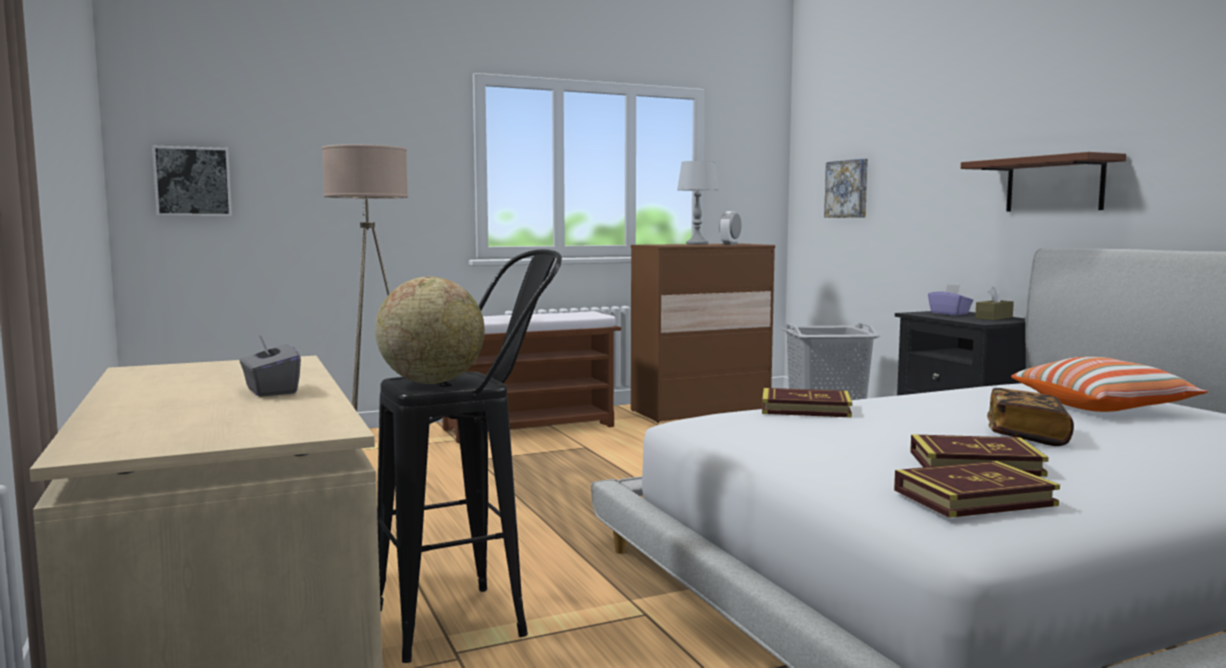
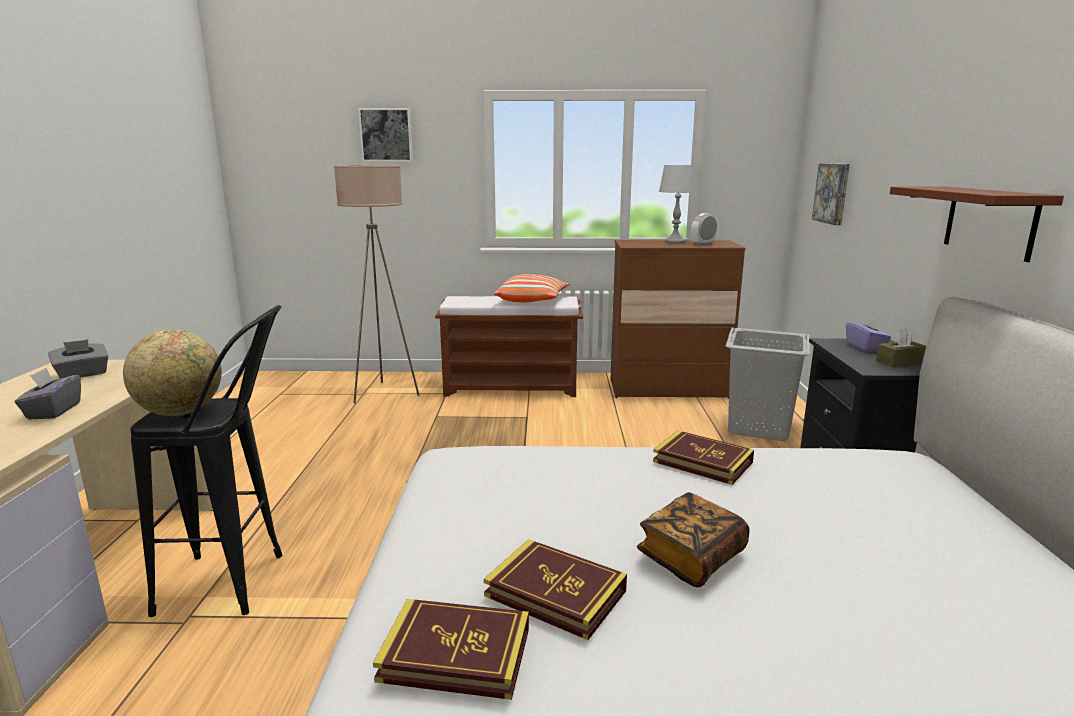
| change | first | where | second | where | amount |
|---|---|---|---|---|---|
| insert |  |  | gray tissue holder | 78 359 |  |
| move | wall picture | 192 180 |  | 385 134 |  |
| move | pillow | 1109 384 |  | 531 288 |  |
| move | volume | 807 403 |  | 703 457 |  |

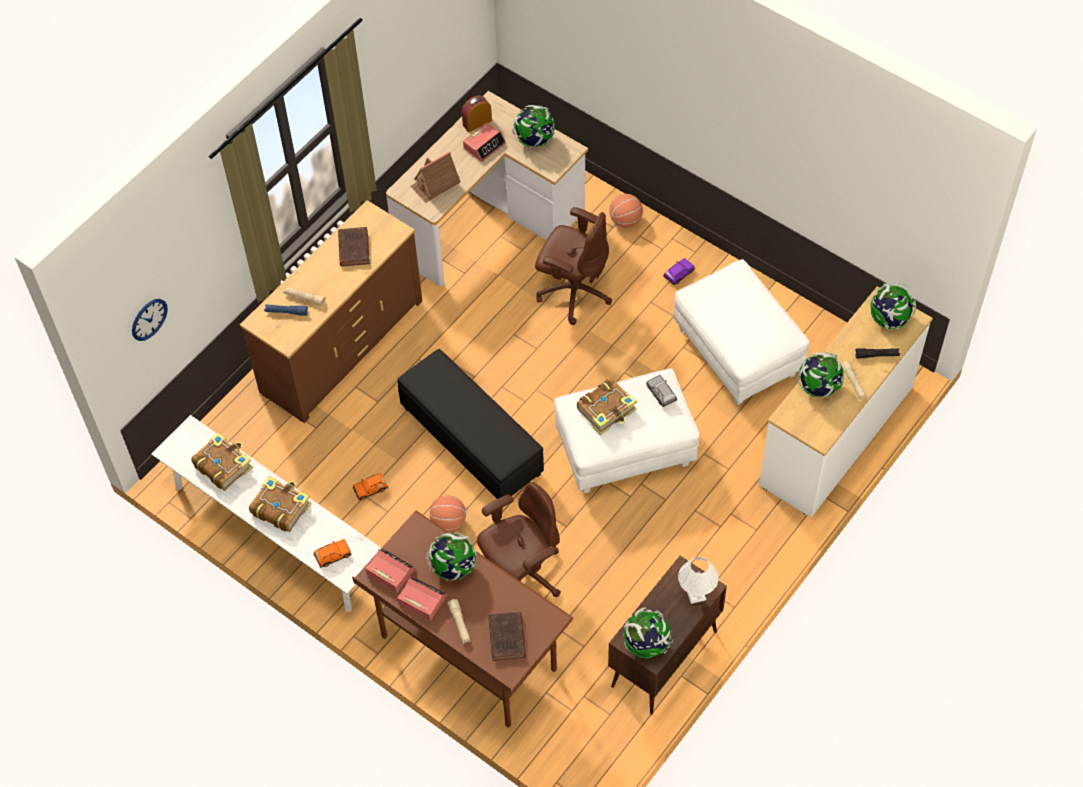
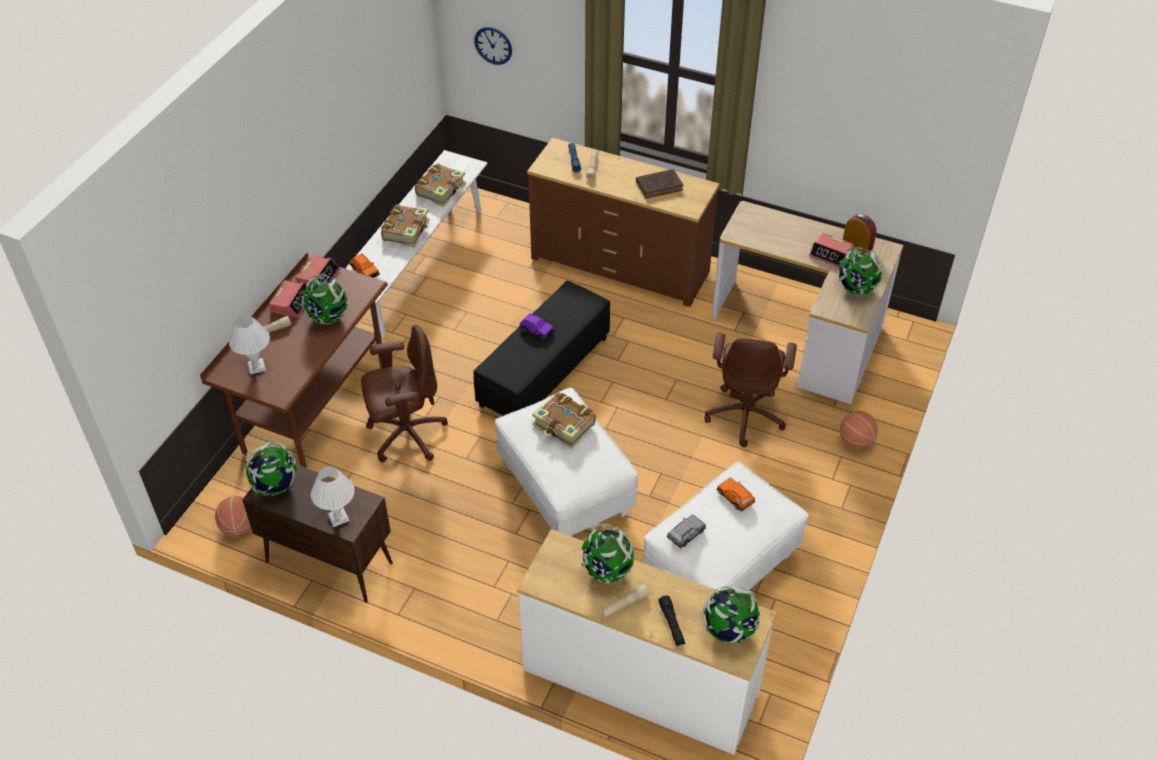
| change | first | where | second | where | amount |
|---|---|---|---|---|---|
| move | ball for basketball | 447 514 |  | 233 516 |  |
| replace | brownish volume | 507 636 | white table lamp | 249 344 |  |
| rotate | brownish computer chair | 519 539 |  | 404 394 | 60 degrees counterclockwise |
| move | purplish miniature car | 679 272 |  | 536 326 |  |
| move | gray miniature car | 661 391 |  | 686 531 |  |
| move | orangey miniature car | 370 486 |  | 736 494 |  |
| delete | miniature house | 435 177 |  |  |  |

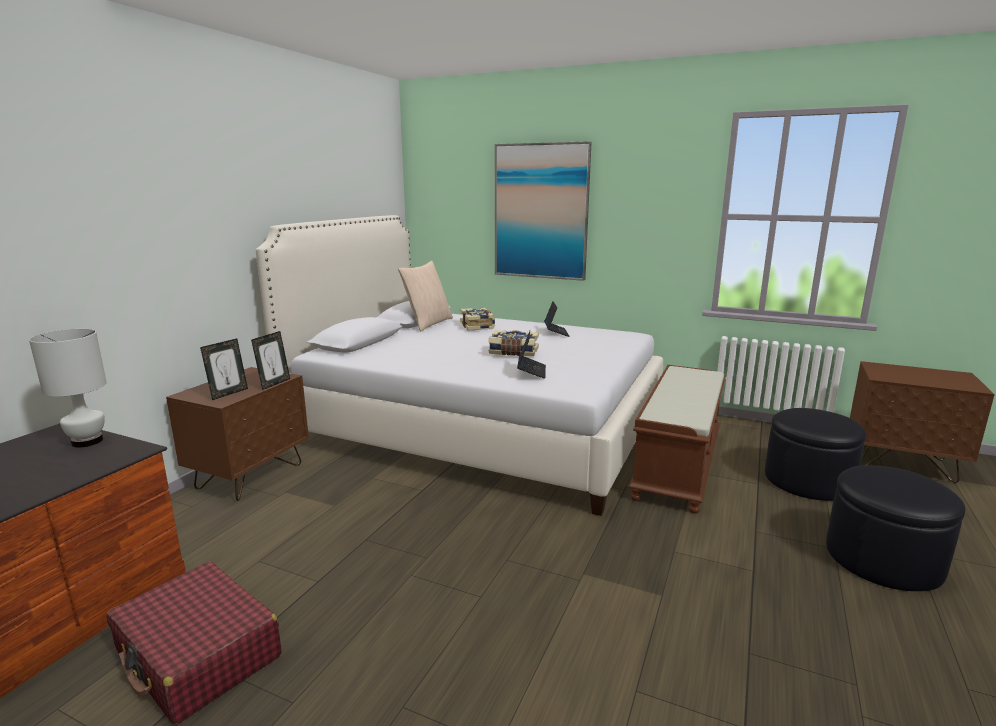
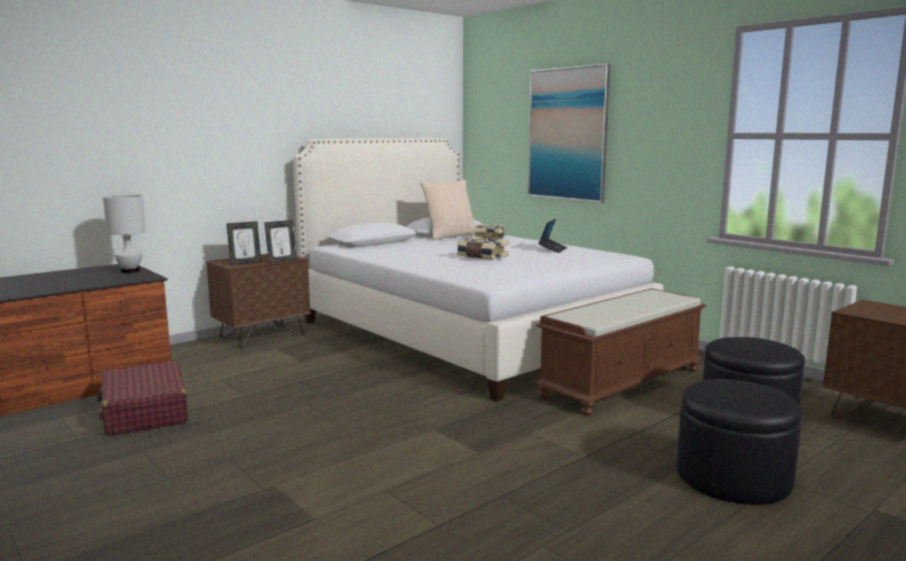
| change | first | where | second | where | amount |
|---|---|---|---|---|---|
| delete | portable computer | 531 355 |  |  |  |

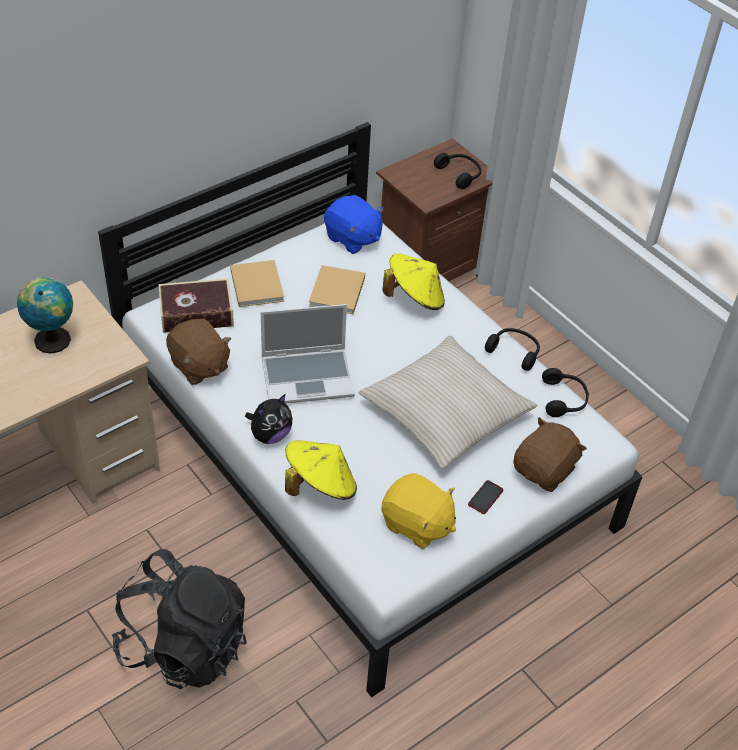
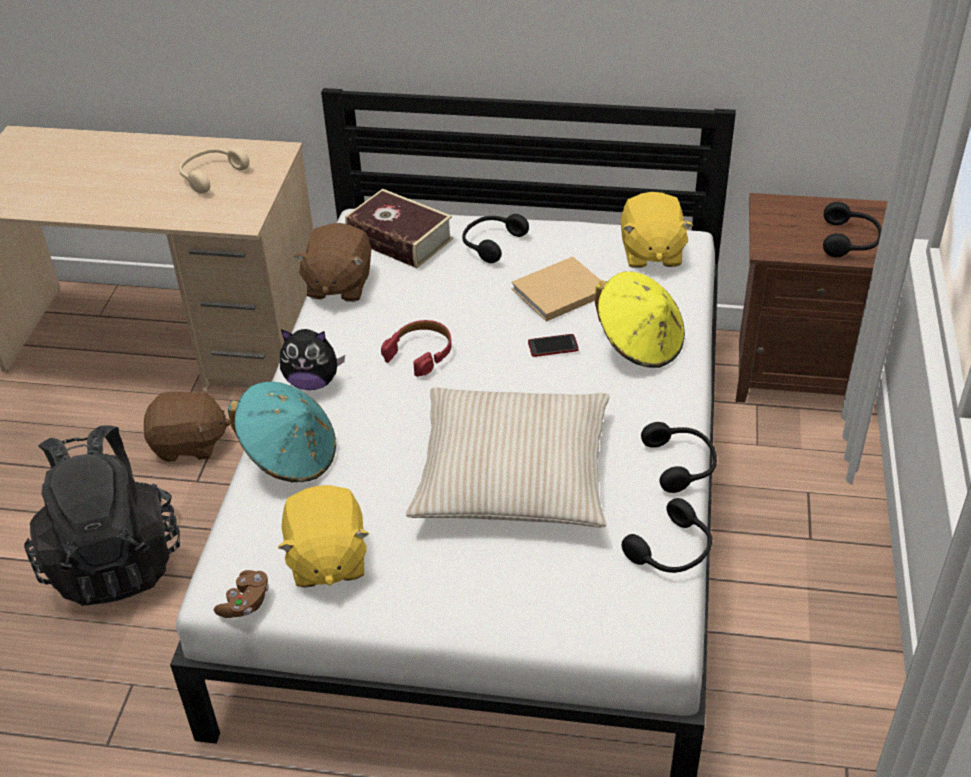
| change | first | where | second | where | amount |
|---|---|---|---|---|---|
| move | brownish plush toy | 550 454 |  | 187 424 |  |
| replace | desk globe | 45 315 | beige-coloured headset | 214 170 |  |
| insert |  |  | brownish joypad | 241 594 |  |
| recolor | yellow-coloured wearable hat | 321 470 | turquoise wearable hat | 282 432 |  |
| replace | portable computer | 308 353 | red-coloured headset | 416 348 |  |
| replace | beige-coloured volume | 257 283 | blackish headset | 495 238 |  |
| move | telephone | 485 497 |  | 553 345 |  |
| recolor | blue-coloured plush toy | 354 224 | yellow-coloured plush toy | 657 230 |  |

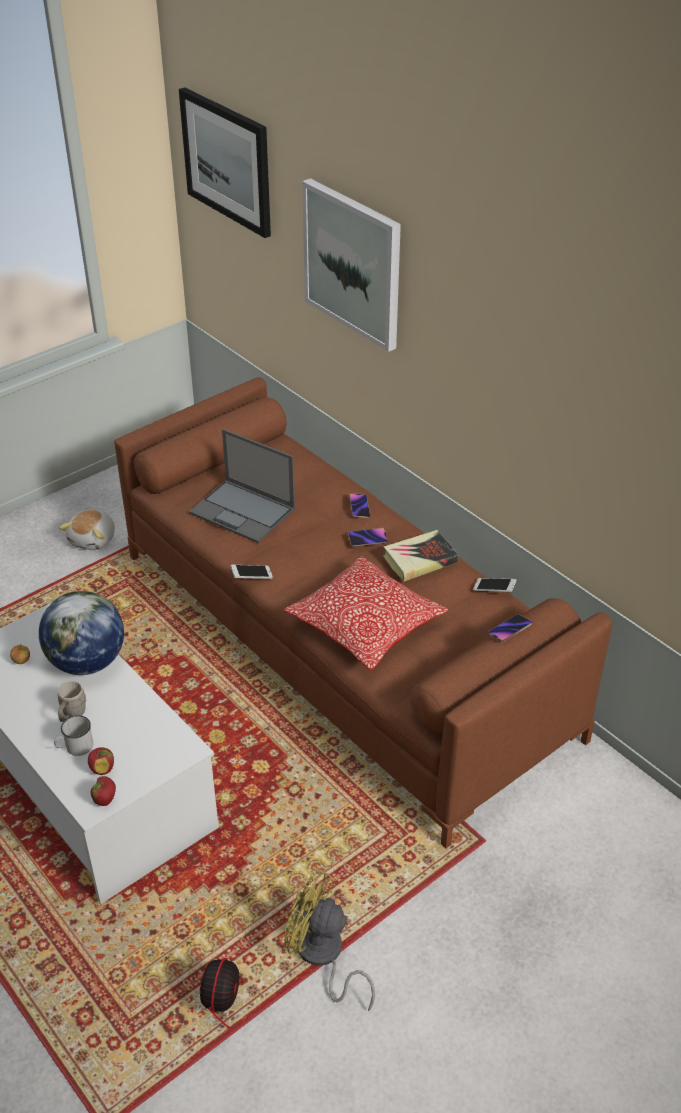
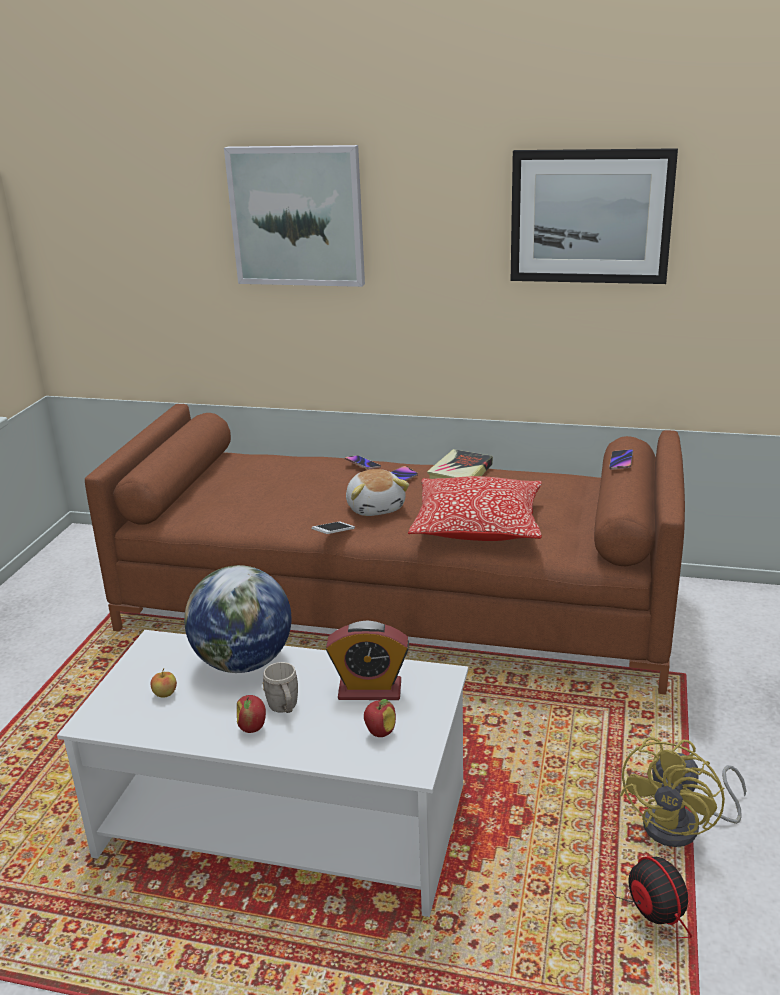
| change | first | where | second | where | amount |
|---|---|---|---|---|---|
| move | apple fruit | 103 791 |  | 251 714 |  |
| insert |  |  | bedside clock | 367 660 |  |
| move | plush toy | 87 530 |  | 377 492 |  |
| move | wall picture | 225 162 |  | 594 216 |  |
| rotate | yellow-coloured electric fan | 329 939 |  | 683 792 | 45 degrees counterclockwise |
| delete | white tea mug | 73 735 |  |  |  |
| delete | portable computer | 242 486 |  |  |  |
| delete | telephone | 495 585 |  |  |  |

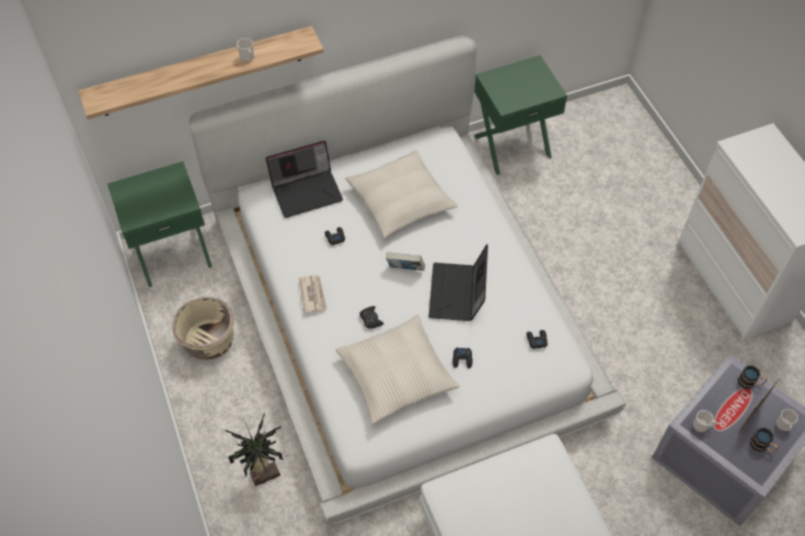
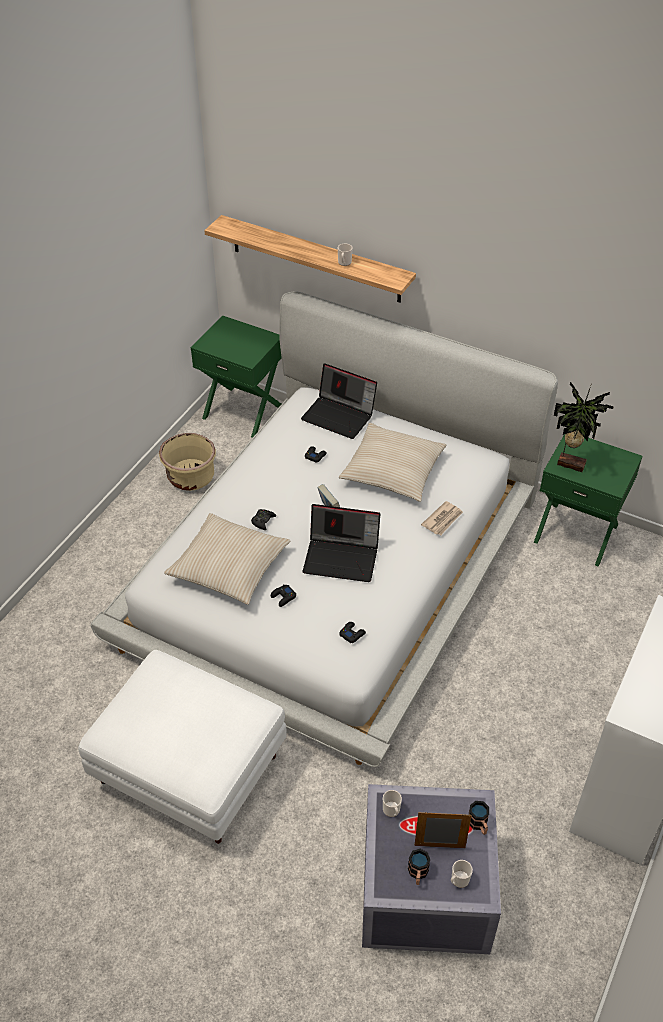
| change | first | where | second | where | amount |
|---|---|---|---|---|---|
| rotate | portable computer | 458 282 |  | 341 543 | 135 degrees counterclockwise |
| move | daily paper | 313 294 |  | 442 518 |  |
| move | plant in a pot | 254 449 |  | 584 427 |  |

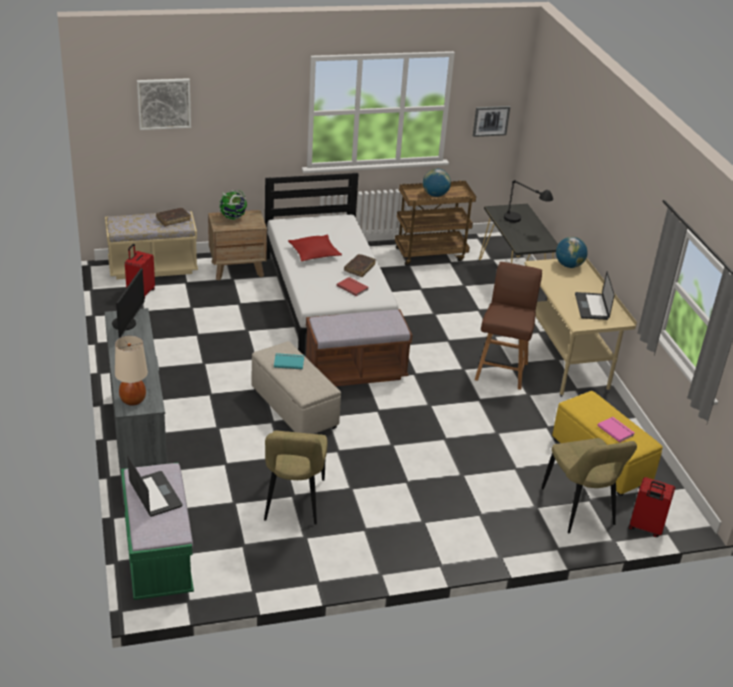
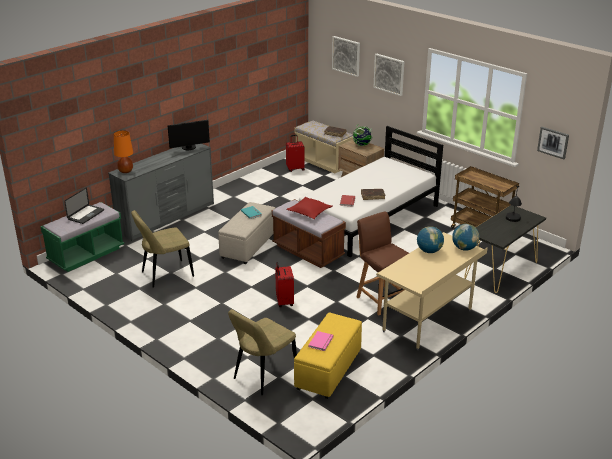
| change | first | where | second | where | amount |
|---|---|---|---|---|---|
| recolor | beige-coloured table lamp | 131 371 | orangey table lamp | 123 152 |  |
| move | red-coloured travel case | 651 507 |  | 284 284 |  |
| move | red-coloured pillow | 315 248 |  | 309 208 |  |
| rotate | brownish plain chair | 508 326 |  | 383 264 | 105 degrees counterclockwise |
| insert |  |  | wall picture | 389 75 |  |
| move | desk globe | 437 182 |  | 430 239 |  |
| delete | portable computer | 595 295 |  |  |  |

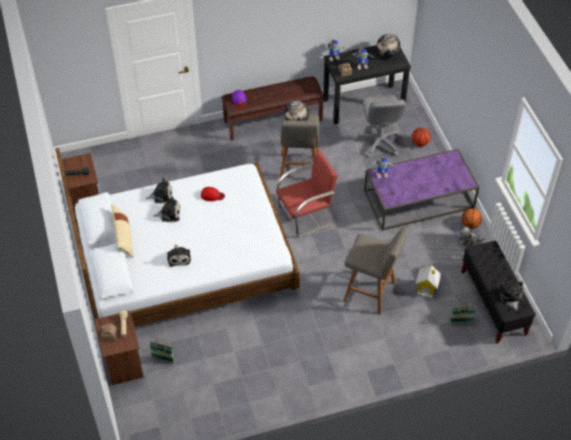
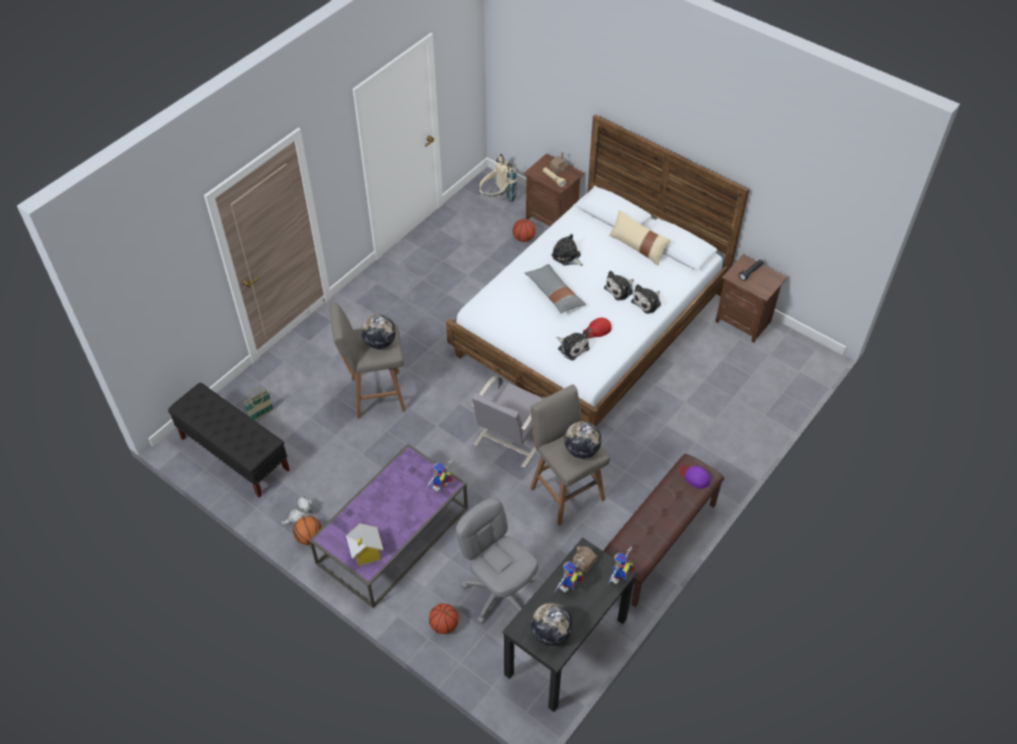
| change | first | where | second | where | amount |
|---|---|---|---|---|---|
| move | miniature house | 428 281 |  | 364 544 |  |
| insert |  |  | desk globe | 378 331 |  |
| recolor | red-coloured plain chair | 307 194 | gray plain chair | 508 421 |  |
| insert |  |  | beige-coloured rucksack | 498 178 |  |
| replace | household basket | 162 350 | ball for basketball | 524 230 |  |
| insert |  |  | gray pillow | 555 288 |  |
| move | plush toy | 511 296 |  | 573 346 |  |

